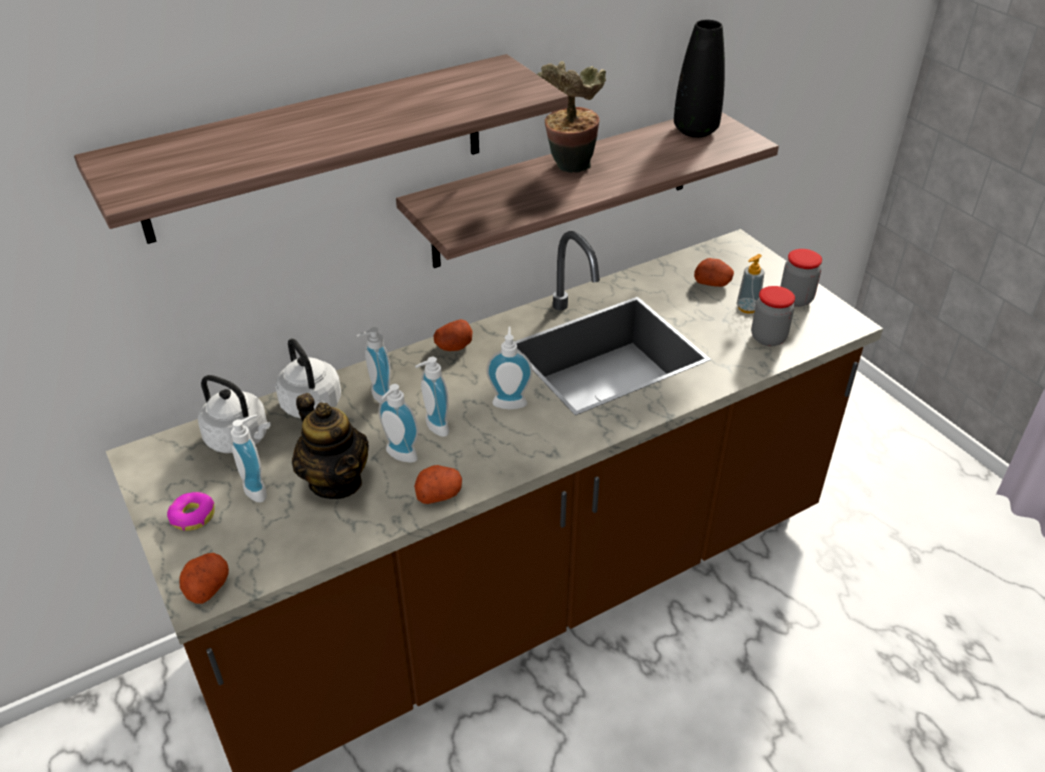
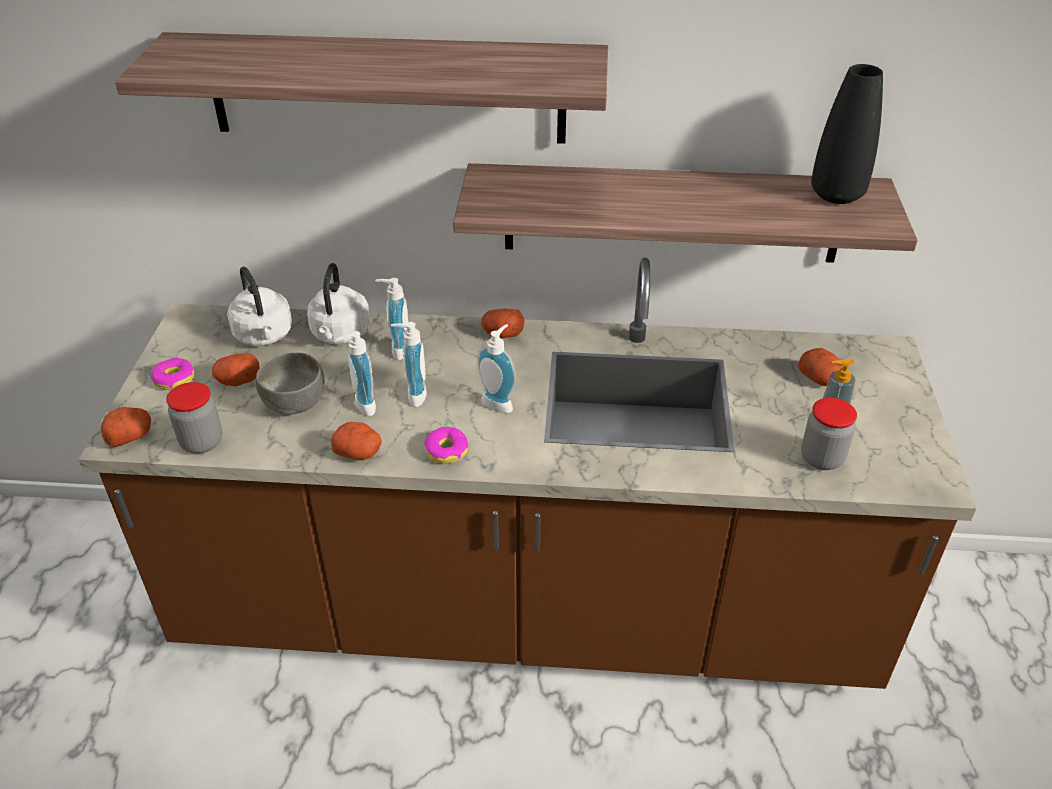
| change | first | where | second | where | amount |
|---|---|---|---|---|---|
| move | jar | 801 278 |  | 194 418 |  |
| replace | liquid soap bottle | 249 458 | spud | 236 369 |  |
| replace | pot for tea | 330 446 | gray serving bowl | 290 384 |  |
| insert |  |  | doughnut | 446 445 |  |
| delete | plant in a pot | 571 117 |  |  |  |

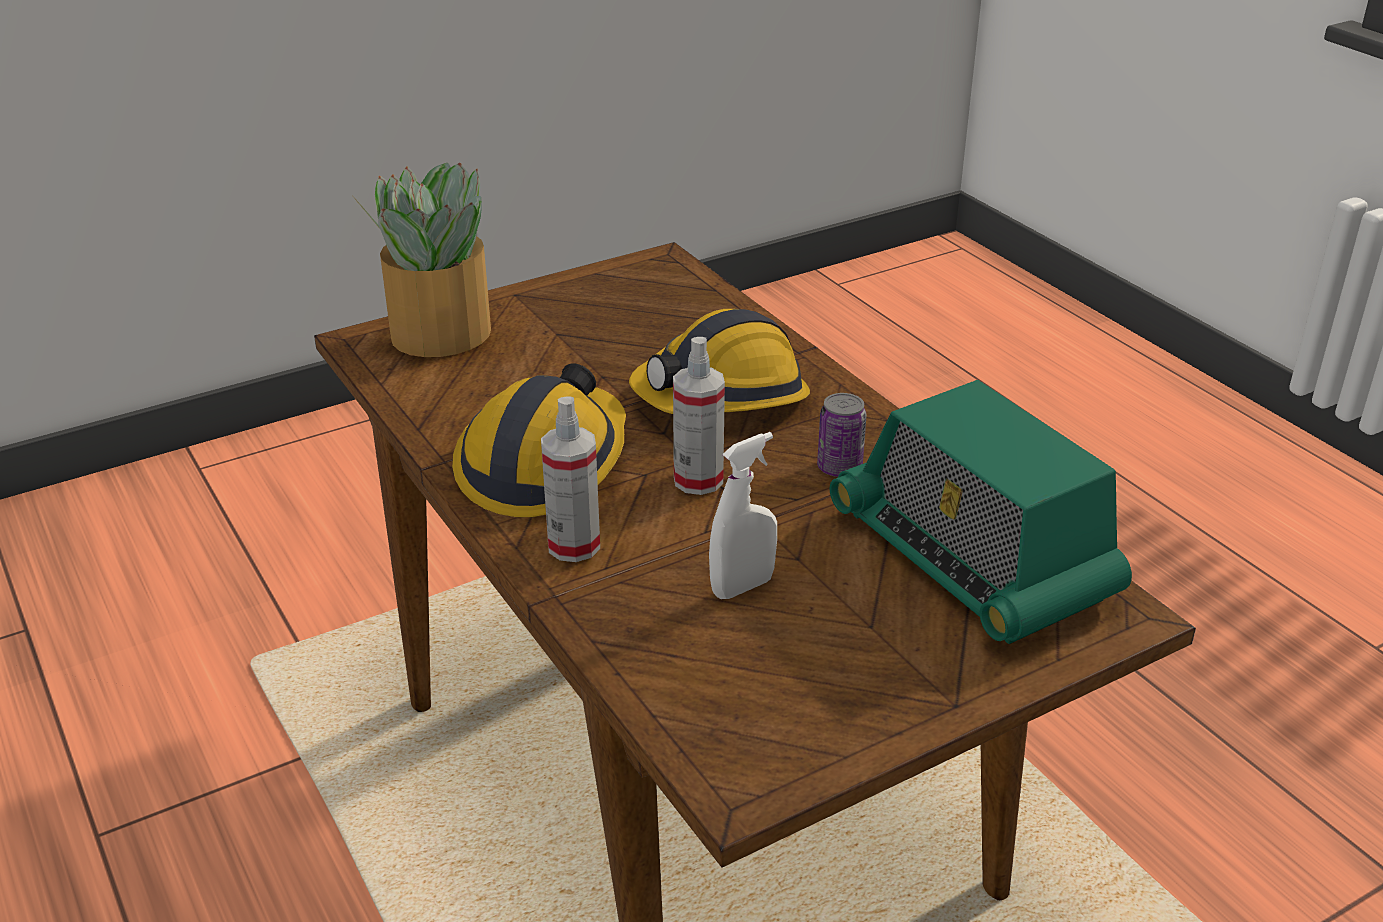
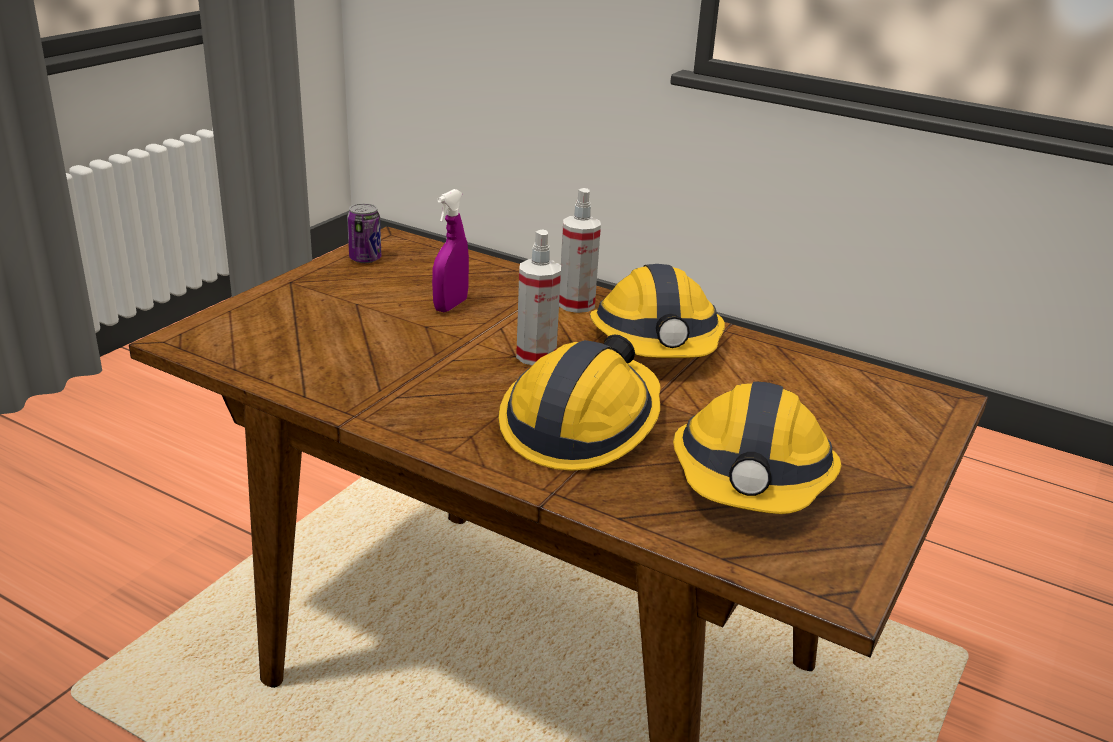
| change | first | where | second | where | amount |
|---|---|---|---|---|---|
| move | can | 842 435 |  | 364 233 |  |
| recolor | white sprayer | 743 515 | purplish sprayer | 450 250 |  |
| insert |  |  | hard hat | 757 447 |  |
| delete | plant in a pot | 422 260 |  |  |  |
| delete | radio receiver | 981 512 |  |  |  |

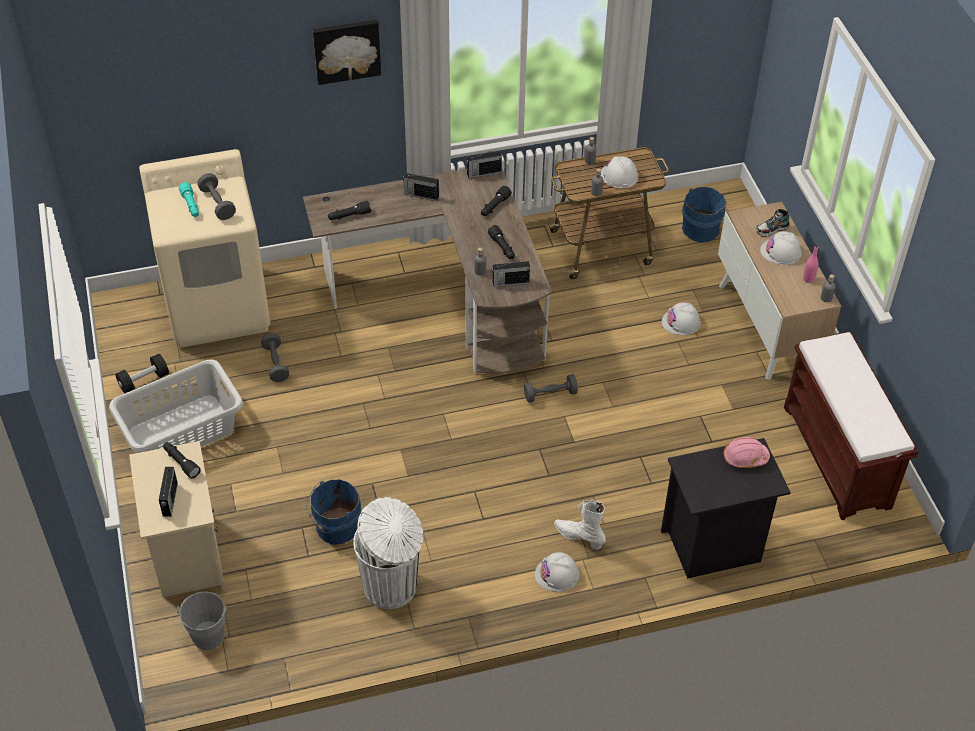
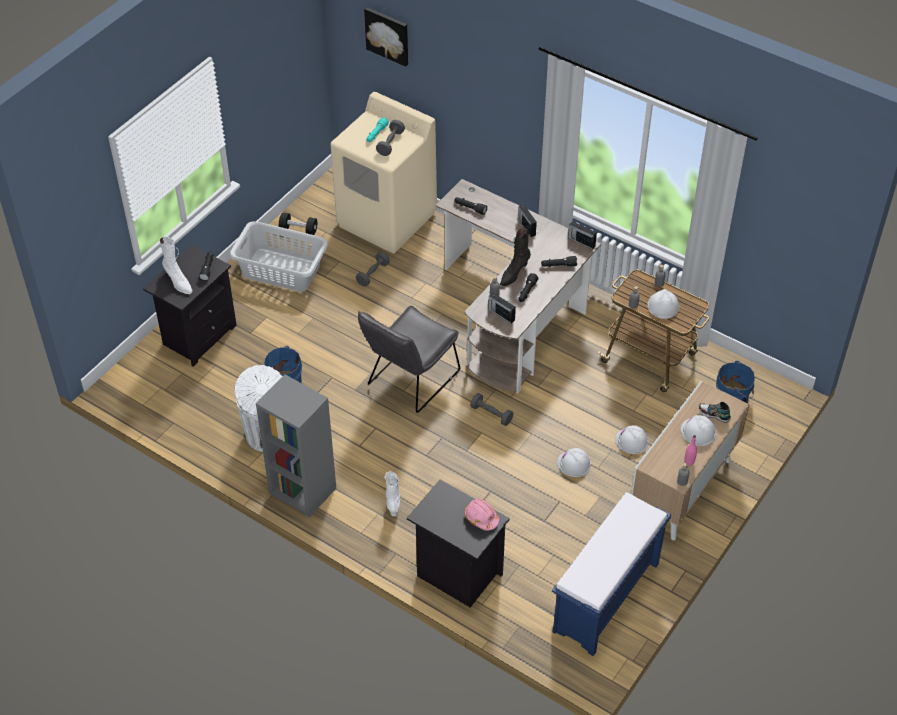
| change | first | where | second | where | amount |
|---|---|---|---|---|---|
| recolor | beige-coloured nightstand | 177 519 | blackish nightstand | 190 306 |  |
| replace | radio receiver | 168 492 | white tall boot | 175 265 |  |
| insert |  |  | gray bookcase | 296 446 |  |
| insert |  |  | gray plain chair | 409 359 |  |
| move | wall picture | 347 52 |  | 386 37 |  |
| insert |  |  | blackish tall boot | 515 257 |  |
| recolor | brownish bench | 851 425 | blue-coloured bench | 611 574 |  |
| move | white hard hat | 557 572 |  | 574 462 |  |
| delete | gray pail | 202 620 |  |  |  |

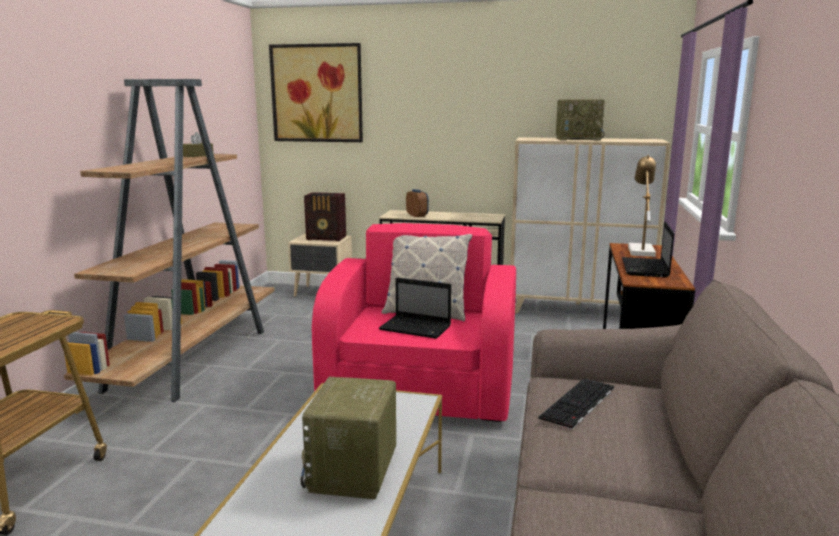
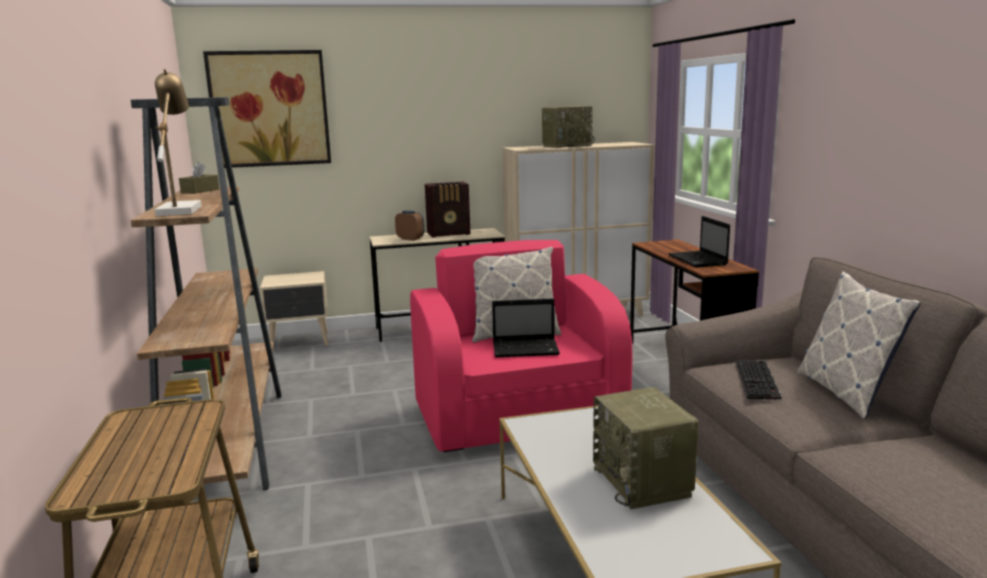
| change | first | where | second | where | amount |
|---|---|---|---|---|---|
| move | table lamp | 642 206 |  | 178 142 |  |
| move | radio receiver | 325 216 |  | 447 210 |  |
| insert |  |  | pillow | 859 345 |  |

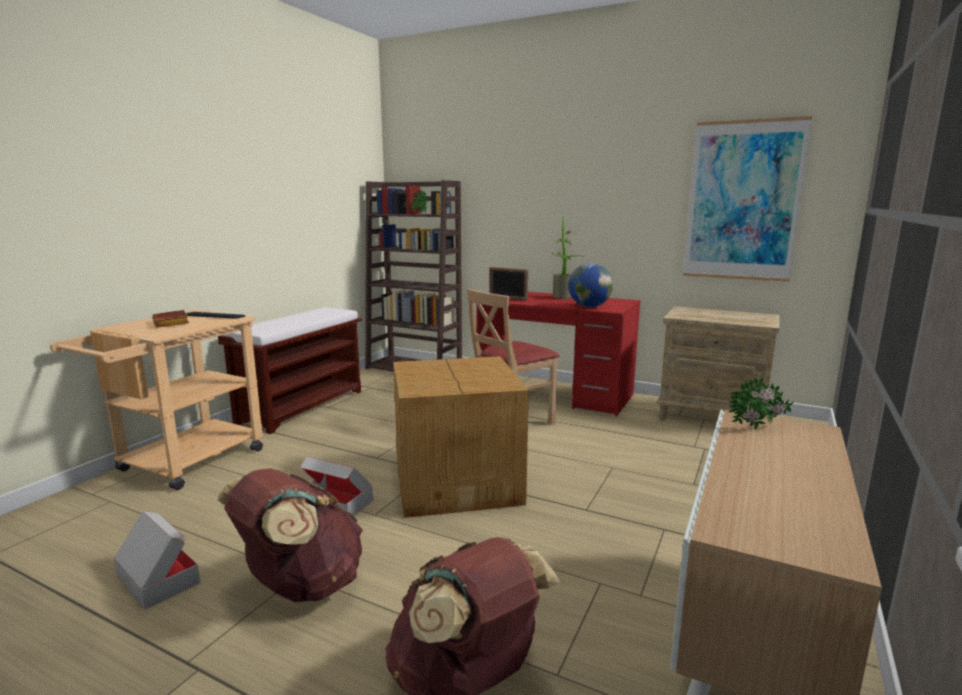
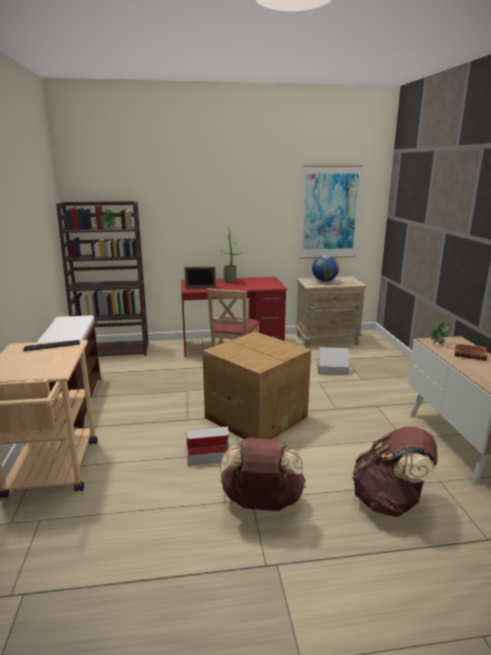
| change | first | where | second | where | amount |
|---|---|---|---|---|---|
| move | desk globe | 590 285 |  | 325 268 |  |
| move | carton | 157 560 |  | 333 361 |  |
| move | brownish volume | 170 319 |  | 470 351 |  |

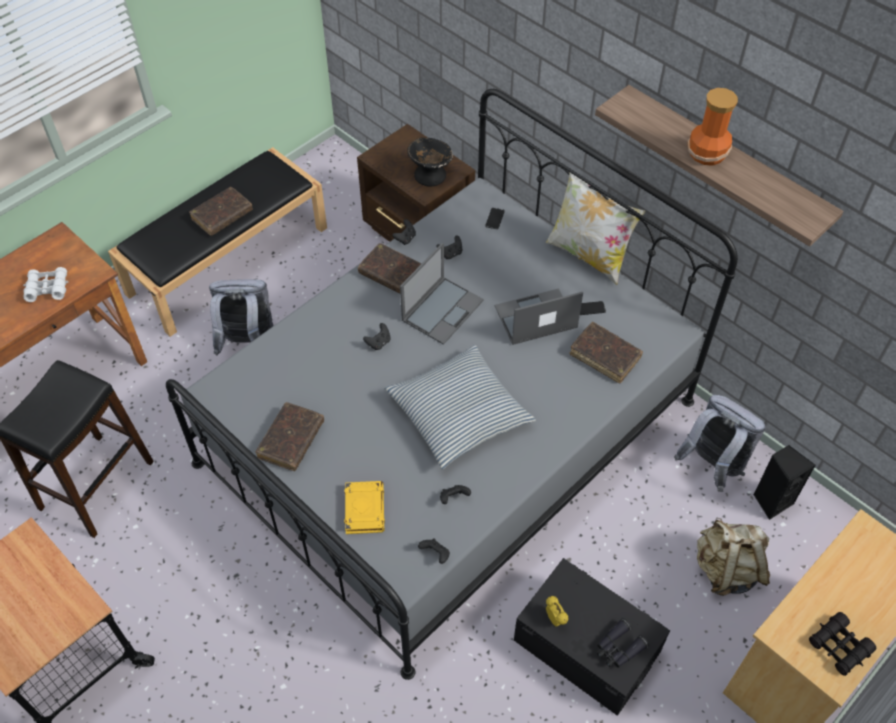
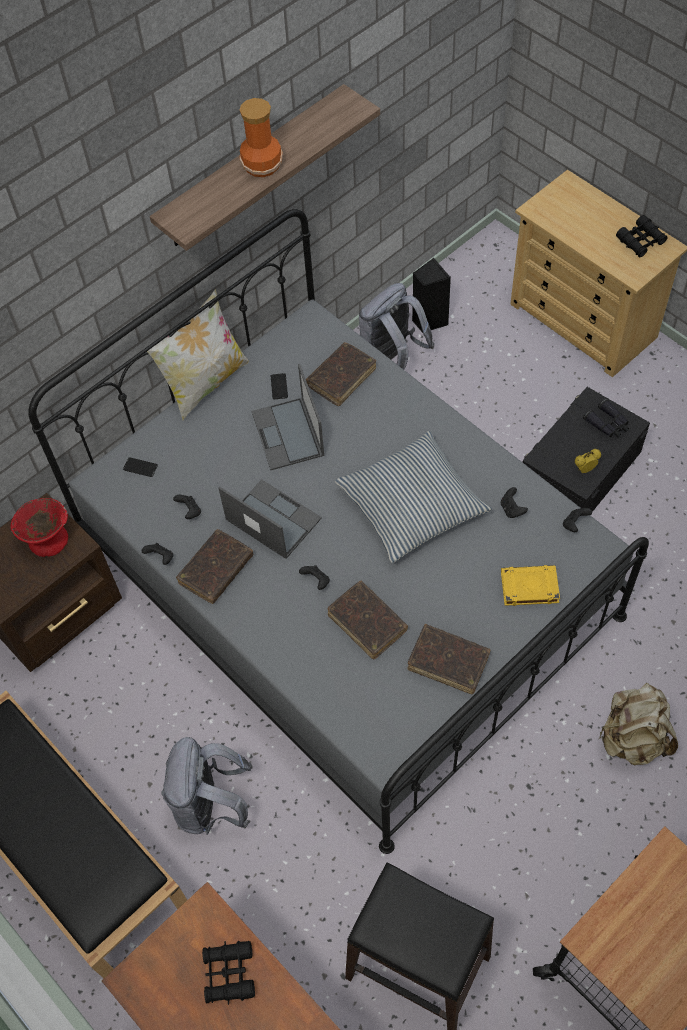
| change | first | where | second | where | amount |
|---|---|---|---|---|---|
| recolor | blackish serving bowl | 430 162 | red-coloured serving bowl | 39 527 |  |
| recolor | white field glasses | 46 284 | blackish field glasses | 228 973 |  |
| move | brownish volume | 221 211 |  | 367 620 |  |
| move | beige-coloured rucksack | 733 556 |  | 638 724 |  |

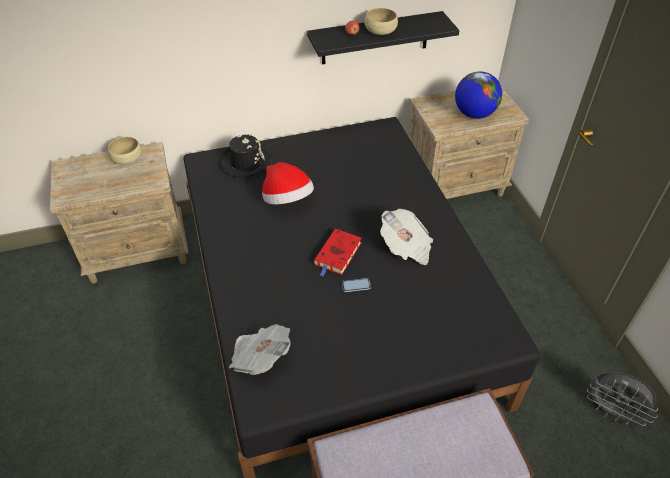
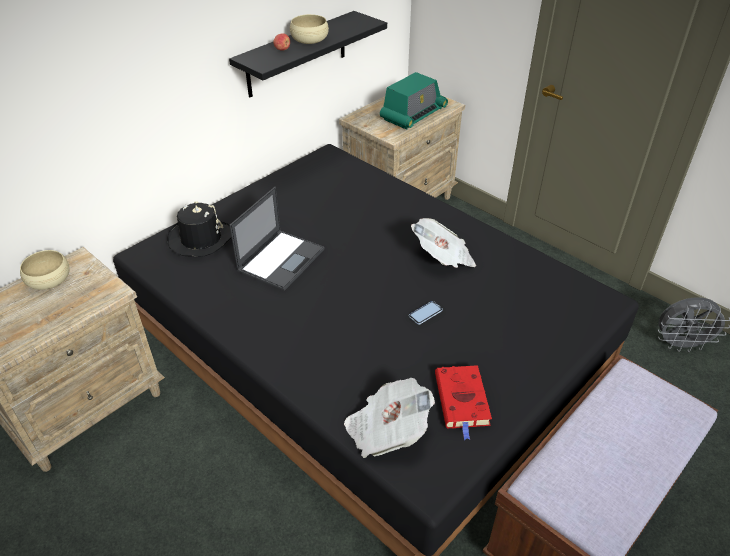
| change | first | where | second | where | amount |
|---|---|---|---|---|---|
| replace | wearable hat | 288 183 | portable computer | 277 239 |  |
| replace | desk globe | 478 95 | radio receiver | 414 101 |  |
| move | red-coloured volume | 337 252 |  | 463 402 |  |

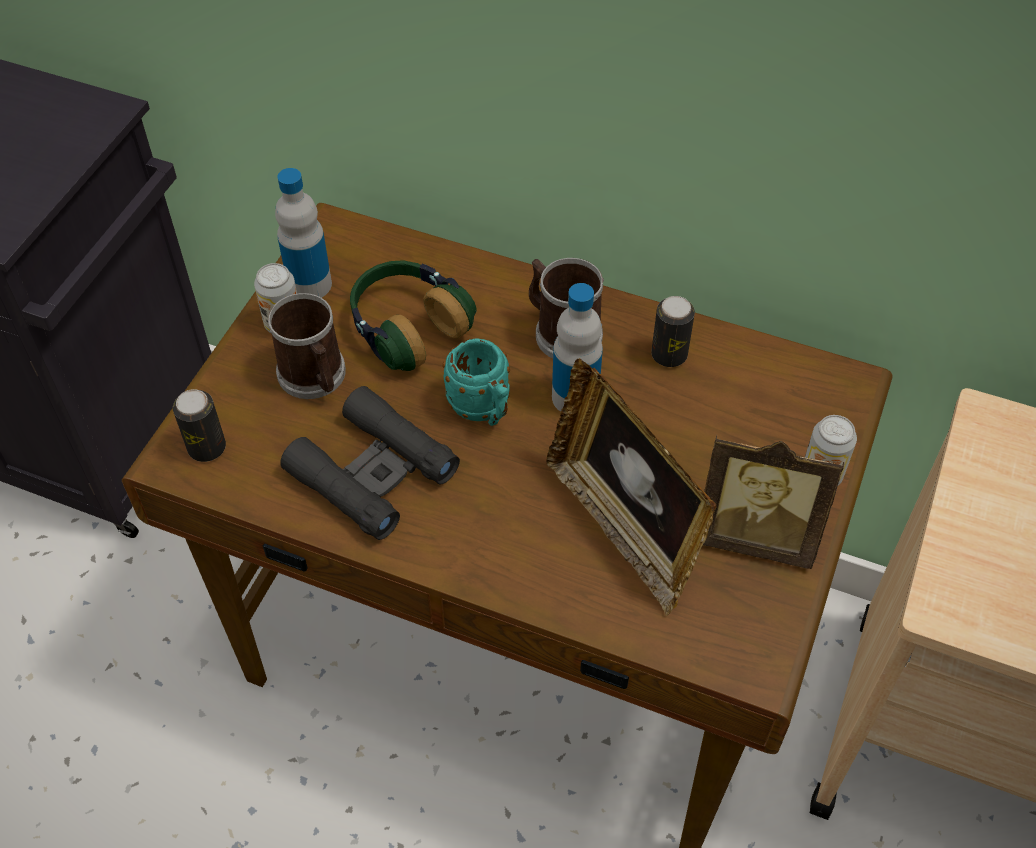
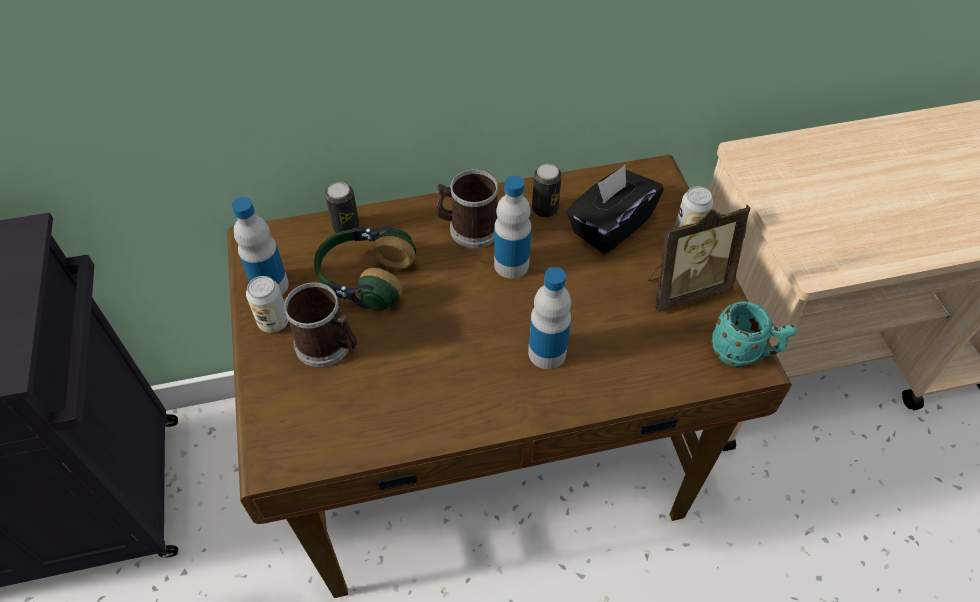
| change | first | where | second | where | amount |
|---|---|---|---|---|---|
| move | can | 199 425 |  | 342 207 |  |
| insert |  |  | bottle | 549 318 |  |
| insert |  |  | blackish tissue holder | 615 209 |  |
| move | turquoise tea mug | 476 382 |  | 754 334 |  |
| delete | blackish field glasses | 370 463 |  |  |  |
| delete | photo frame | 631 487 |  |  |  |

